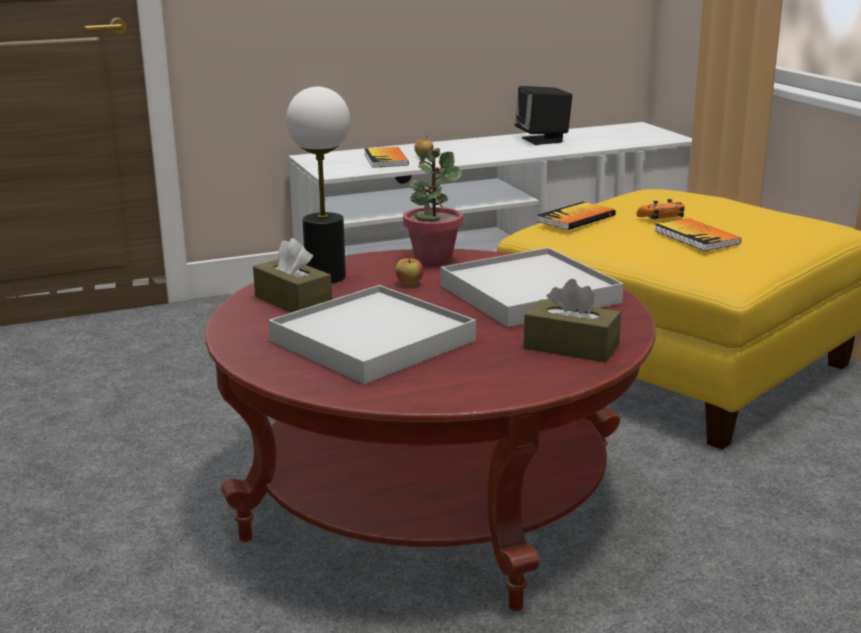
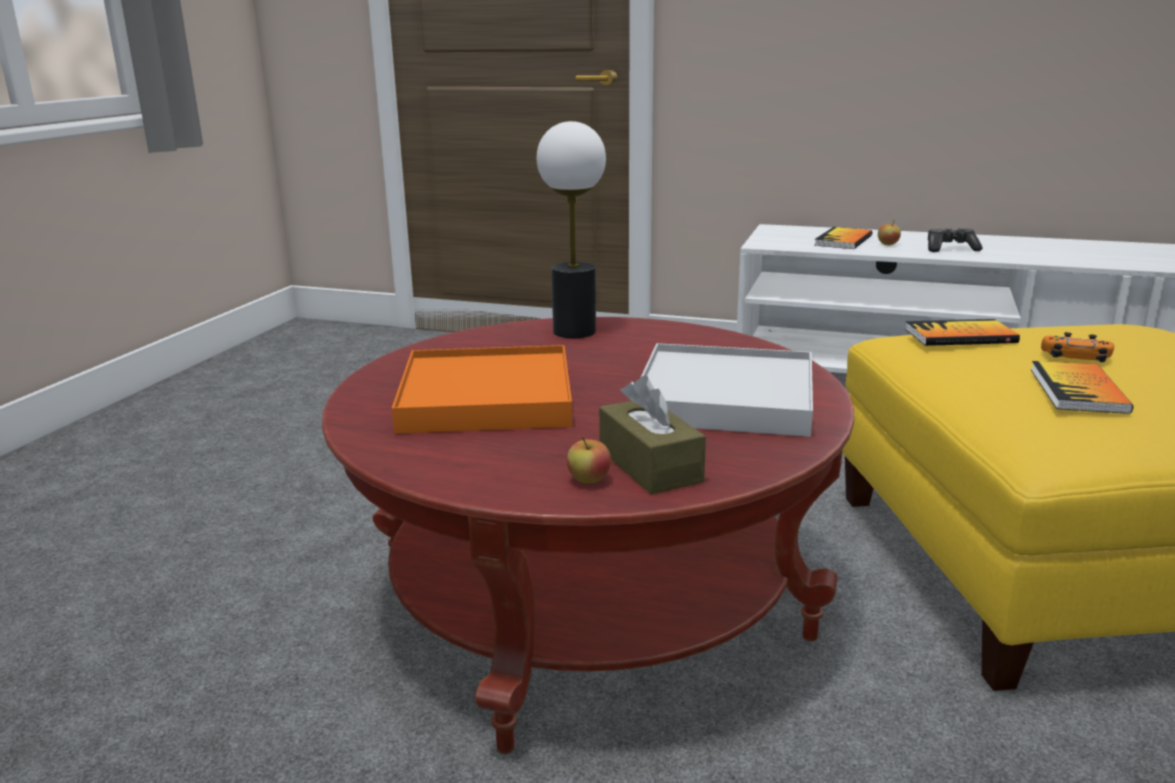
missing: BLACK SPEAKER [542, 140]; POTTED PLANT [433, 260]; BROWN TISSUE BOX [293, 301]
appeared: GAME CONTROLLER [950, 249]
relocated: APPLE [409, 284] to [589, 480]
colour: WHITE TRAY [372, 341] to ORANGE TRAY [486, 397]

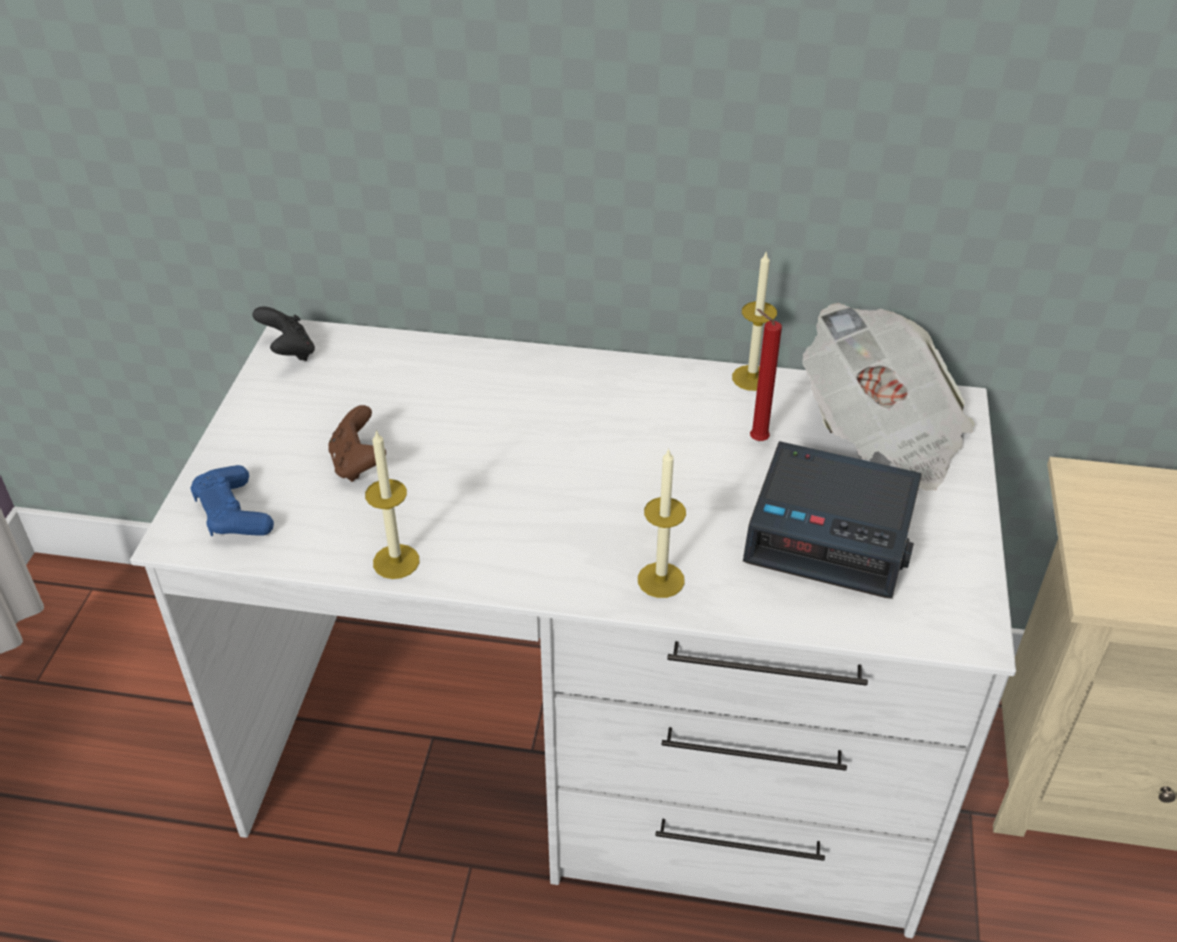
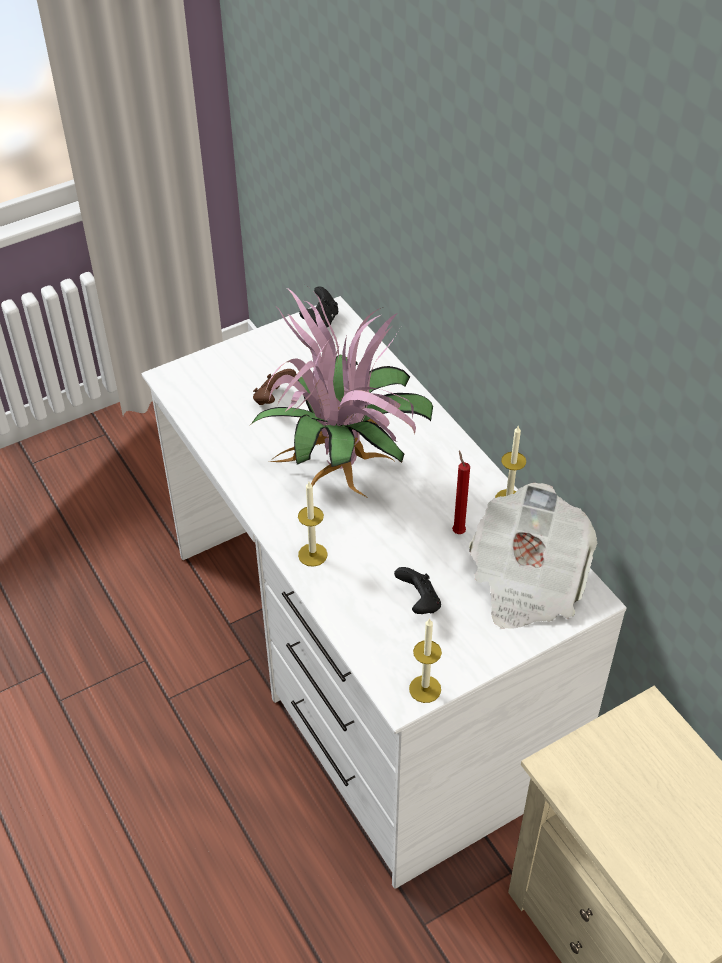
missing: BLUE GAME CONTROLLER [233, 514]
appeared: POTTED PLANT [343, 469]
relocated: CANDLE [396, 561] to [425, 689]
exchanged: ALARM CLOCK [832, 532] to BLACK GAME CONTROLLER [419, 602]

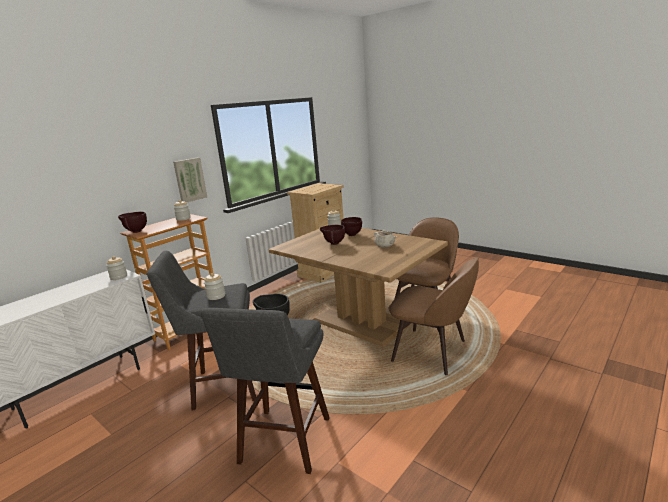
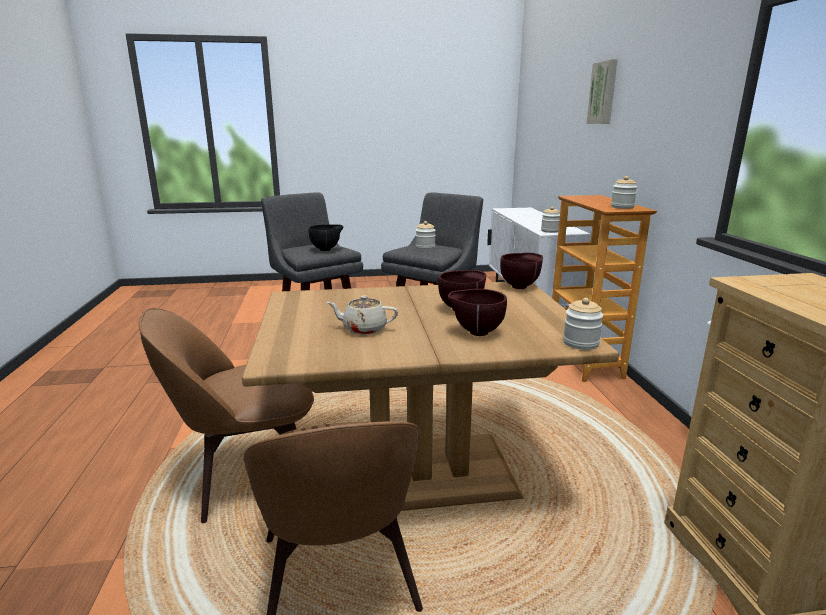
relocated: PICTURE [189, 180] to [603, 93]; BROWN BOWL [135, 231] to [520, 286]

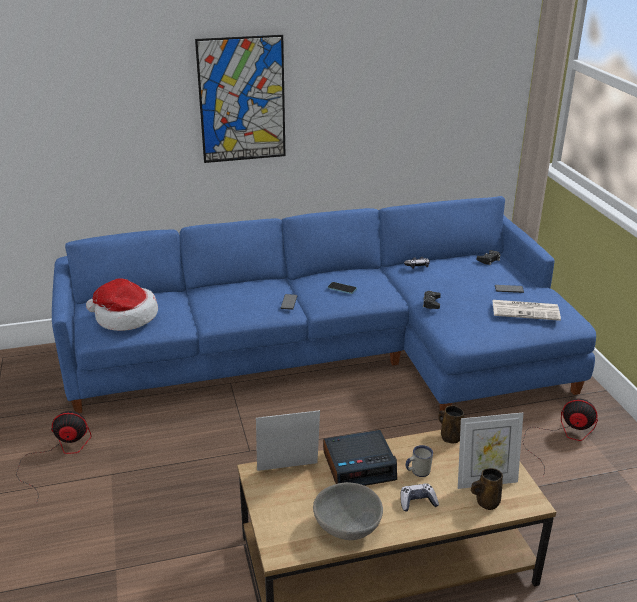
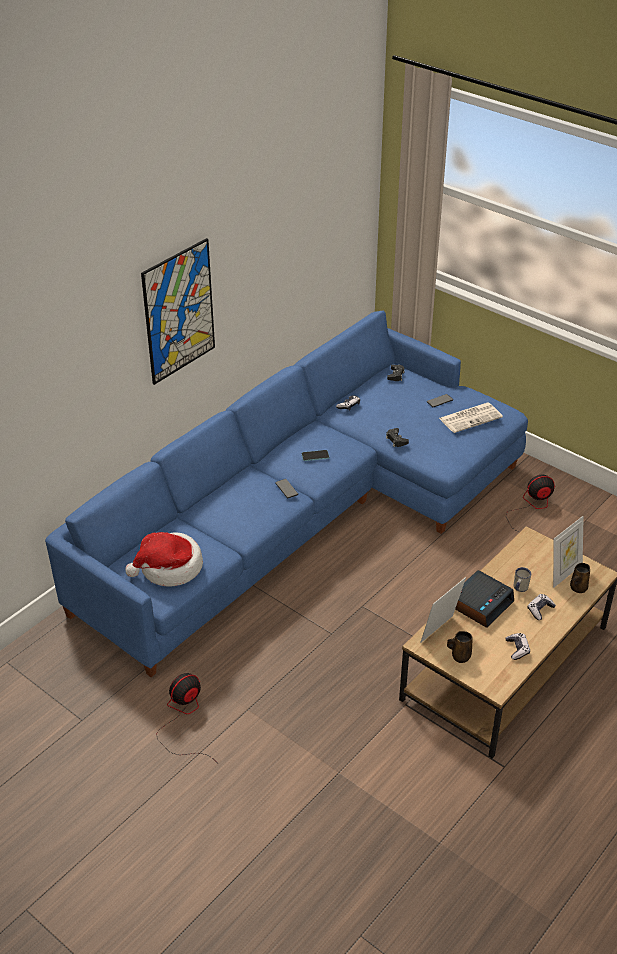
relocated: BROWN MUG [450, 436] to [459, 656]
exchanged: GREY BOWL [348, 526] to GAME CONTROLLER [517, 649]

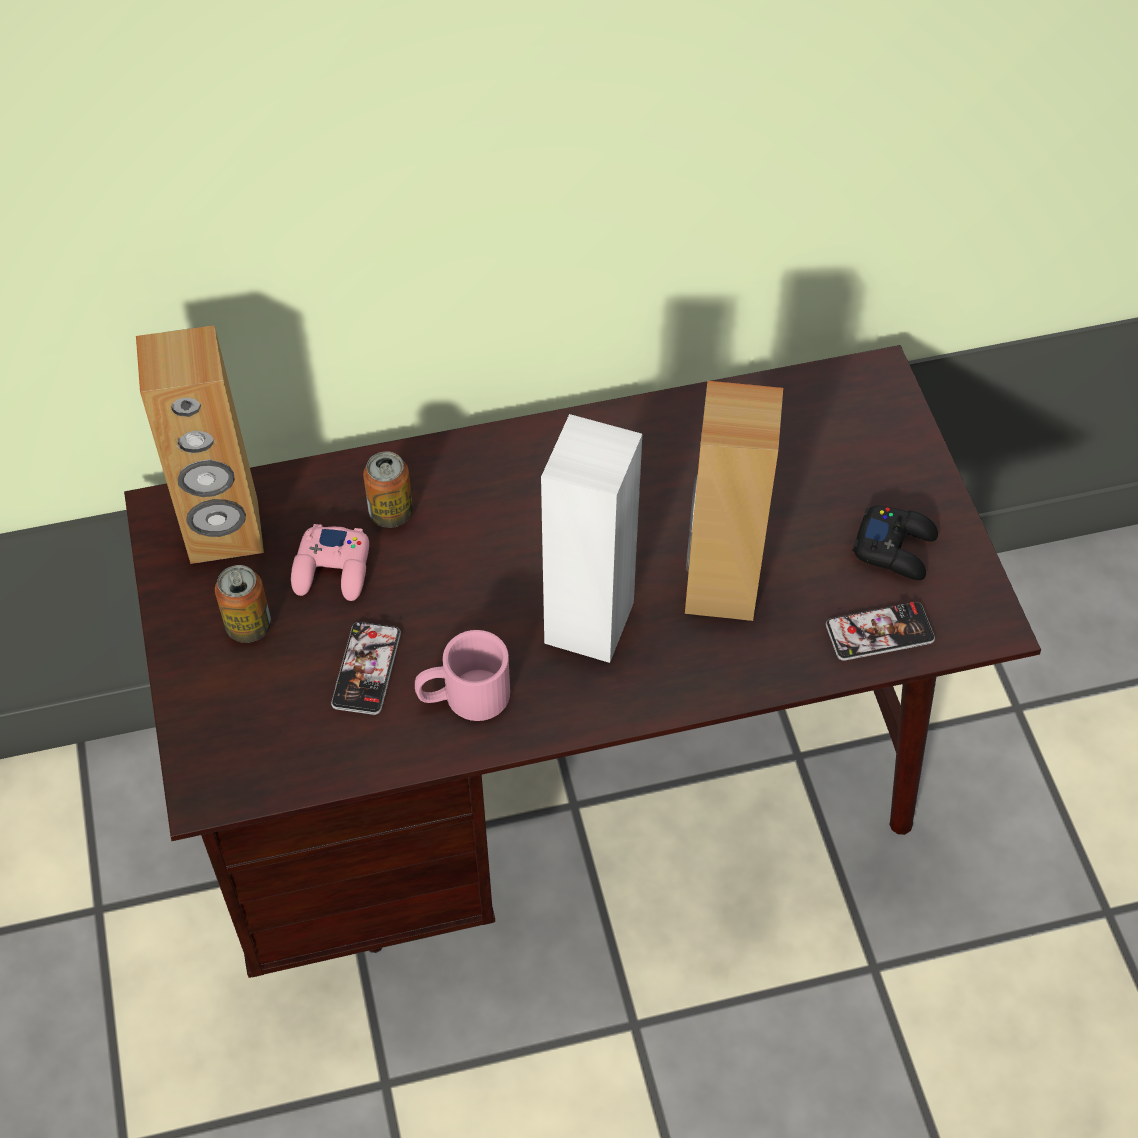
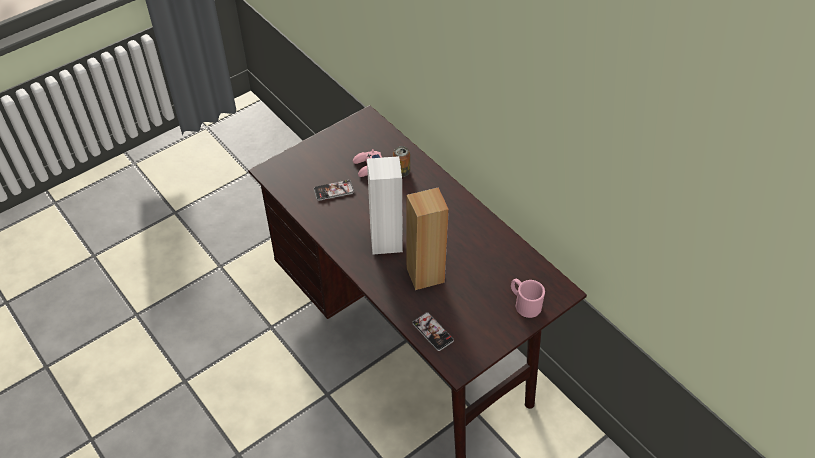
missing: BROWN SPEAKER [224, 532]; BLACK GAME CONTROLLER [895, 548]; CAN [248, 626]
relocated: PINK MUG [463, 697] to [524, 303]

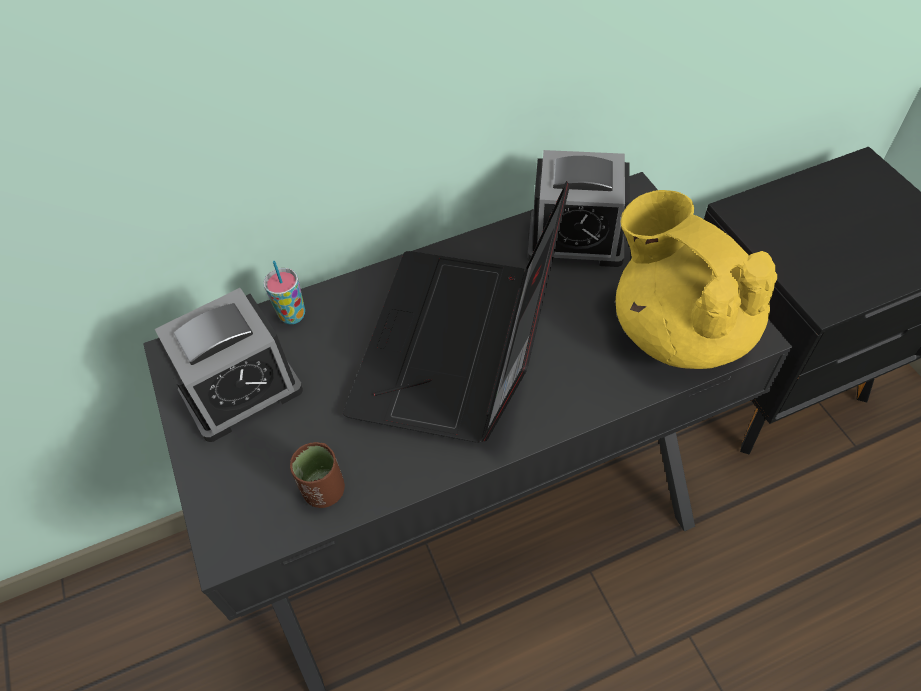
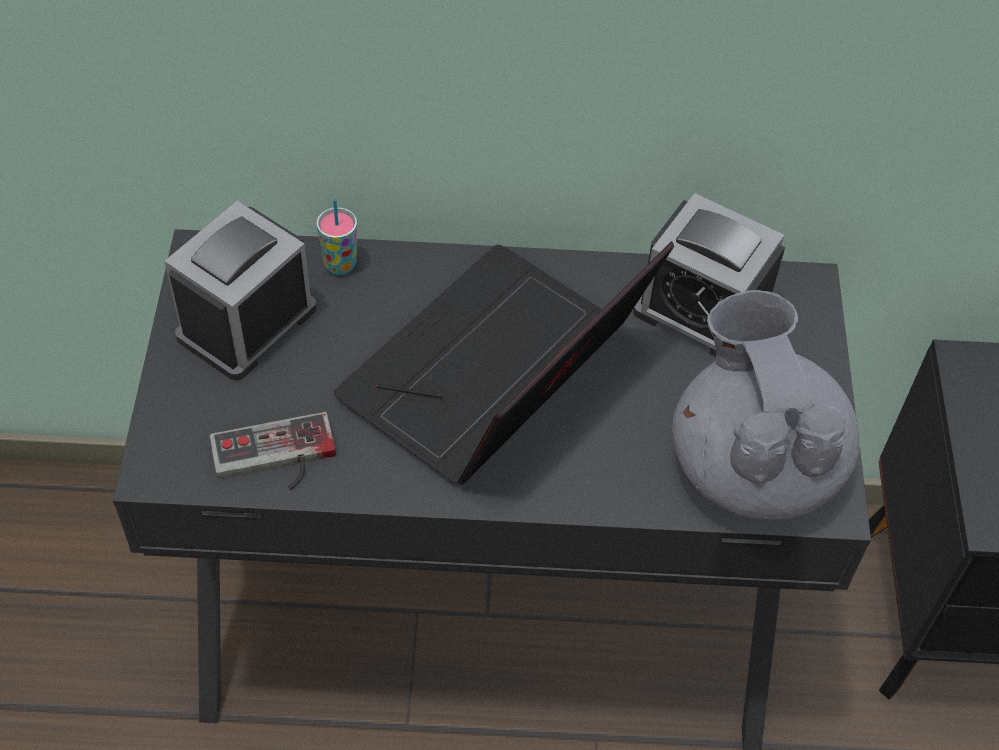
exchanged: BROWN CUP [324, 490] to GAME CONTROLLER [275, 460]
colour: YELLOW TEAPOT [679, 328] to GREY TEAPOT [753, 463]
spun: ALARM CLOCK [241, 390] = [247, 323] 135 degrees clockwise

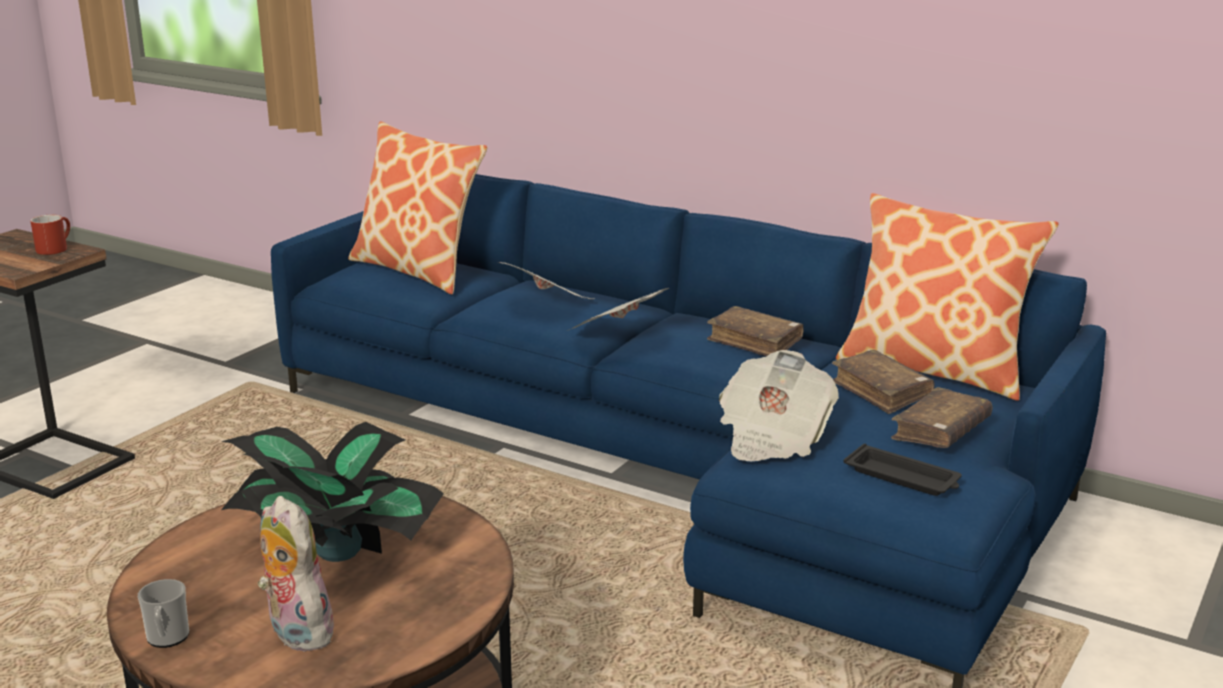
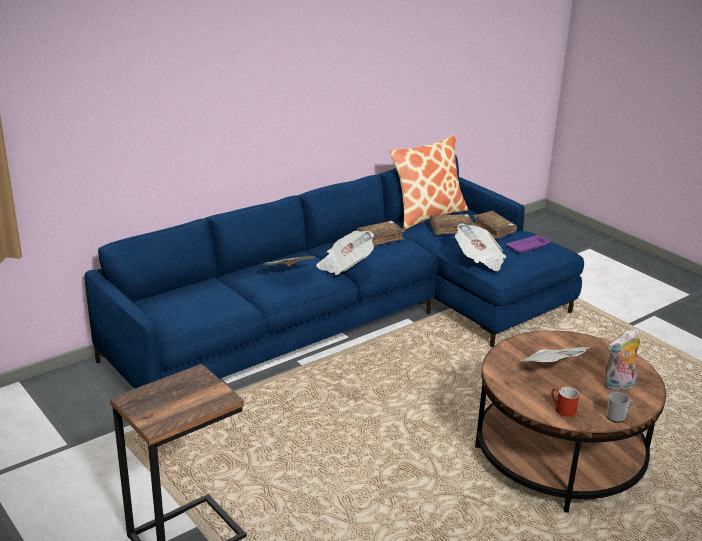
missing: PILLOW [418, 270]
relocated: RED MUG [55, 248] to [561, 409]
exchanged: POTTED PLANT [336, 550] to NEWSPAPER [552, 369]
colour: BLACK TRAY [903, 478] to PURPLE TRAY [528, 246]

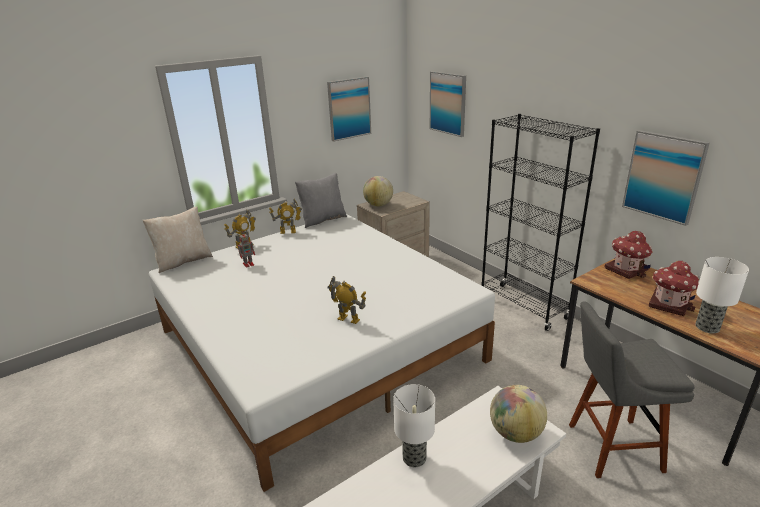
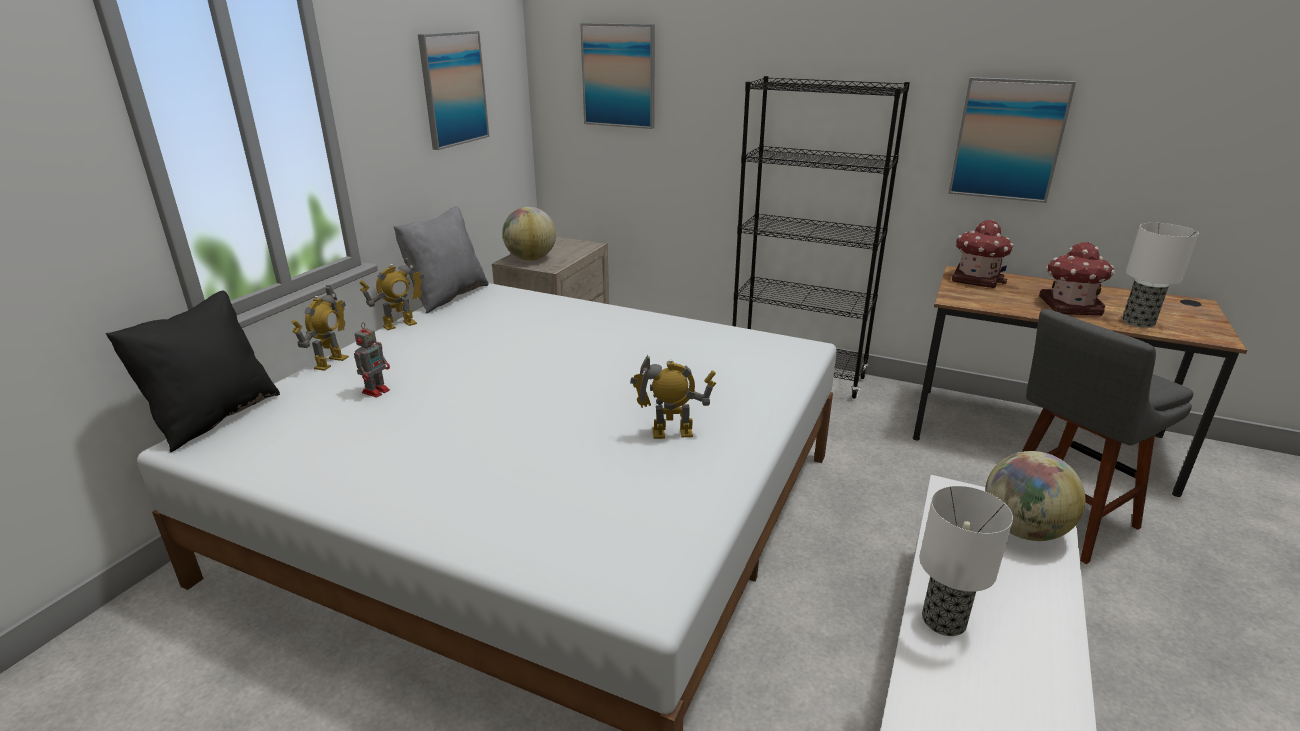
colour: BEIGE PILLOW [183, 261] to BLACK PILLOW [214, 417]

